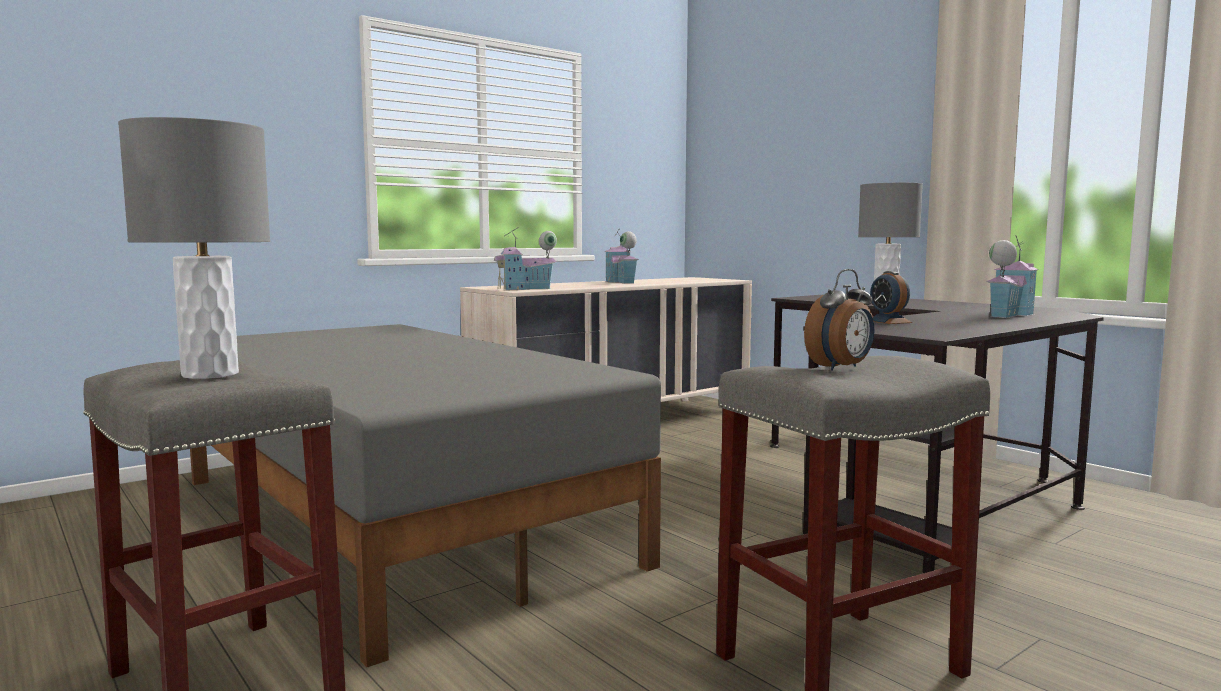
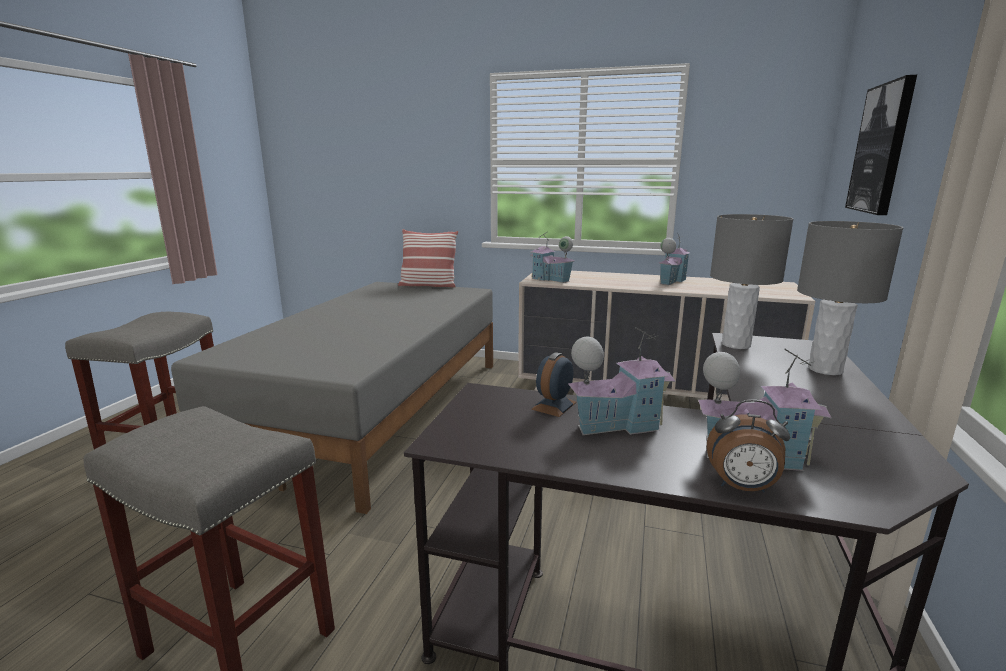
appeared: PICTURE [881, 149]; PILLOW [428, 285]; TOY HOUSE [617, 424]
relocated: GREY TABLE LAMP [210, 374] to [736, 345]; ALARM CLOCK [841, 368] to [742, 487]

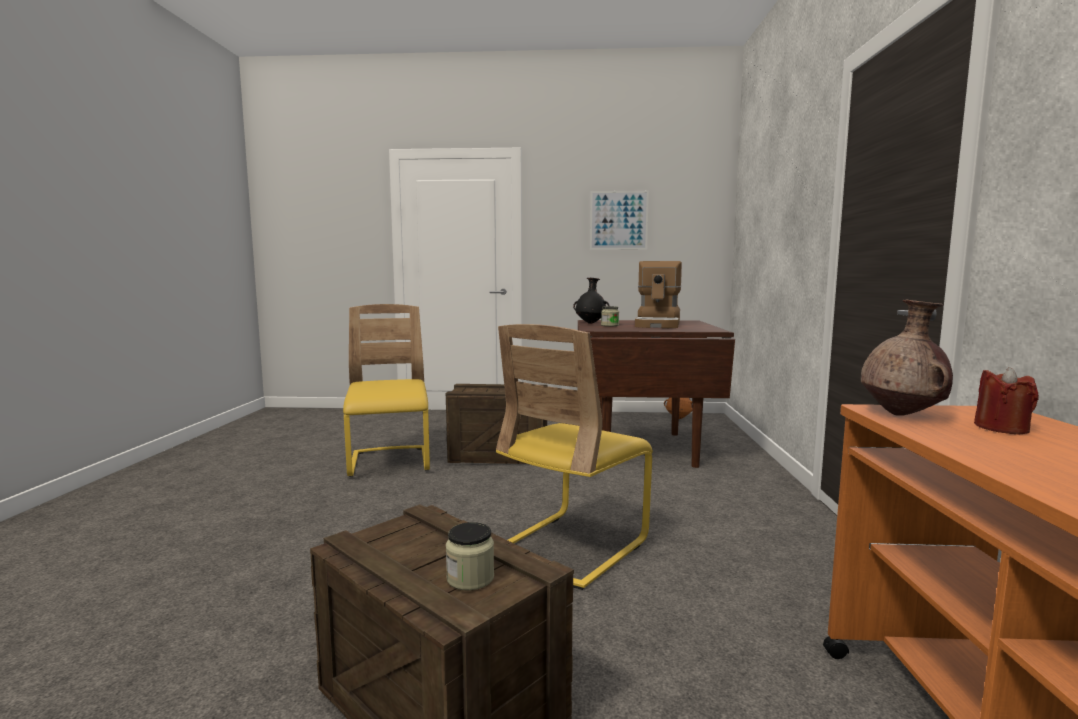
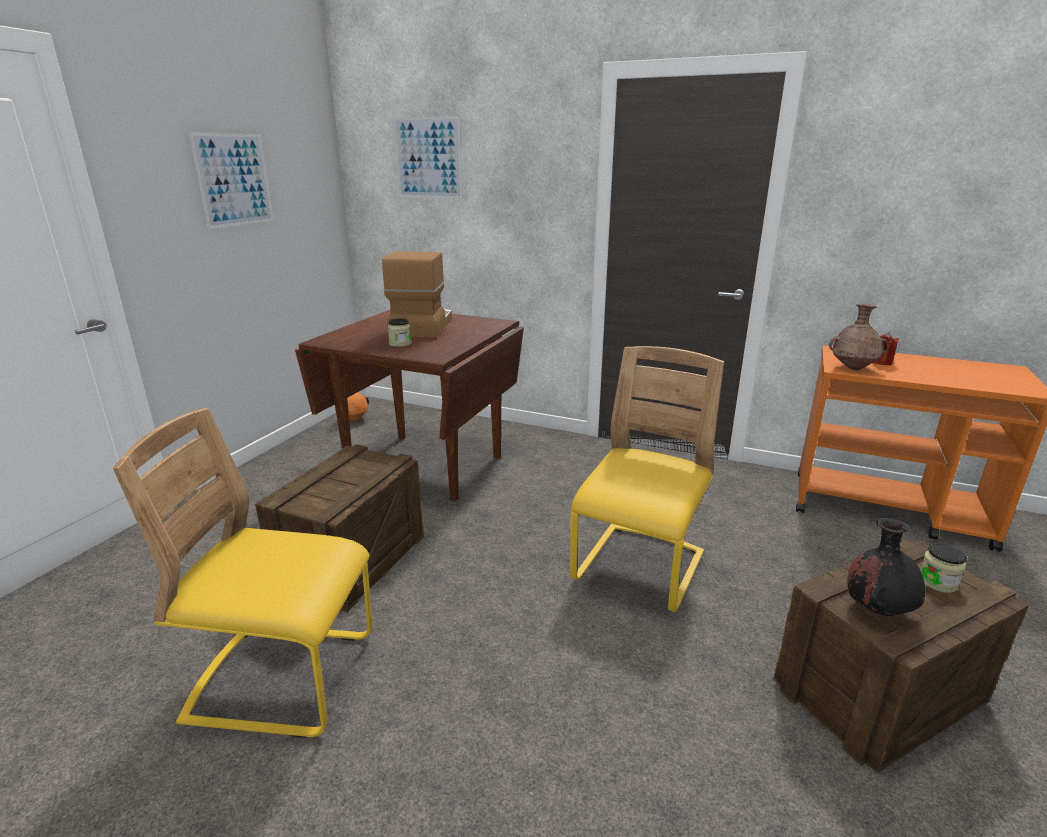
appeared: PICTURE [428, 158]
relocated: BLACK VASE [591, 323] to [878, 609]
spun: COFFEE MACHINE [659, 324] = [421, 327] 120 degrees counterclockwise; YELLOW CHAIR [572, 546] = [639, 568] 120 degrees counterclockwise

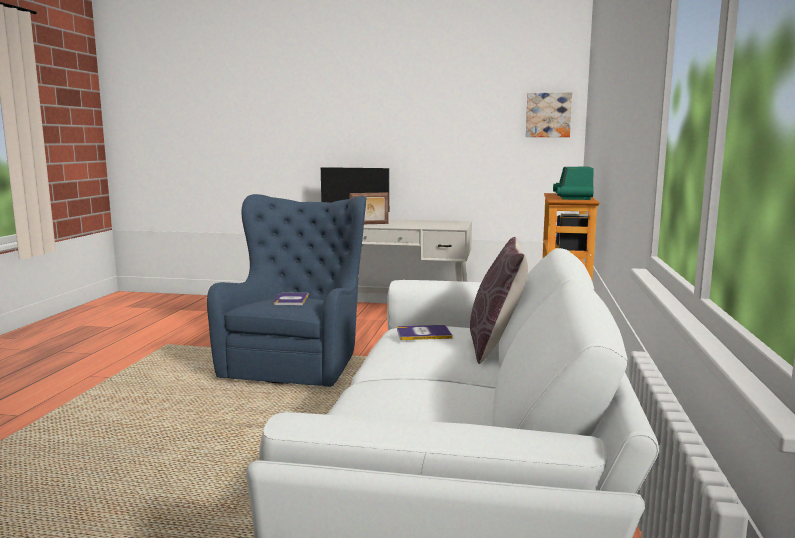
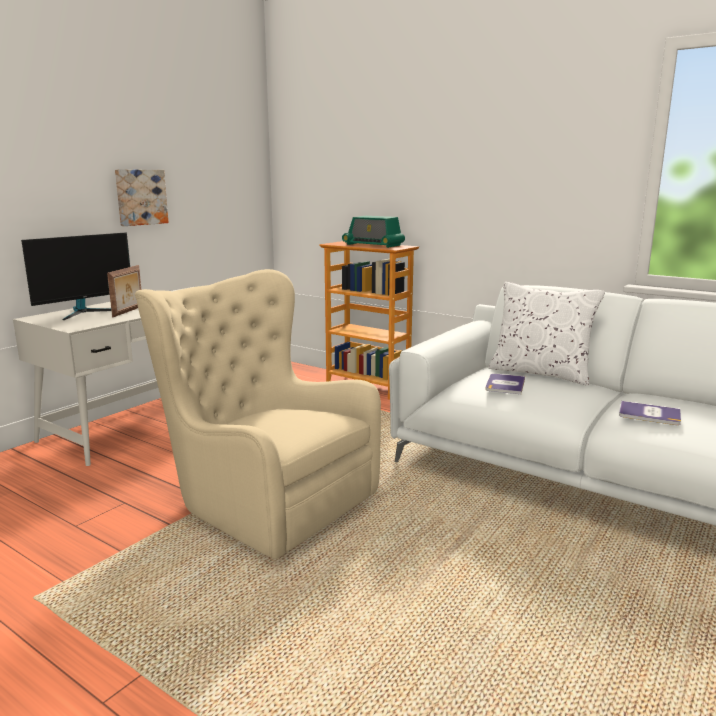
relocated: PICTURE [548, 115] to [140, 197]; BOOK [291, 300] to [649, 414]
colour: BLUE ARMCHAIR [298, 362] to BEIGE ARMCHAIR [263, 499]; BROWN PILLOW [496, 345] to WHITE PILLOW [540, 373]

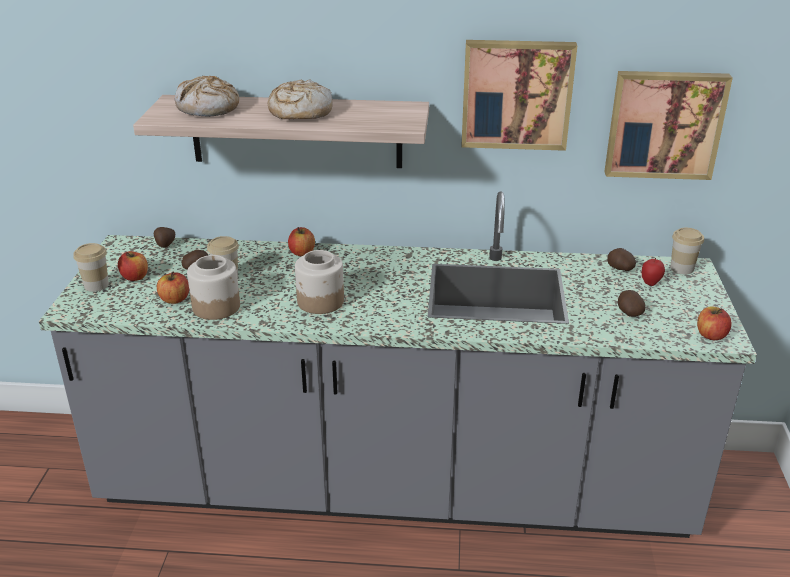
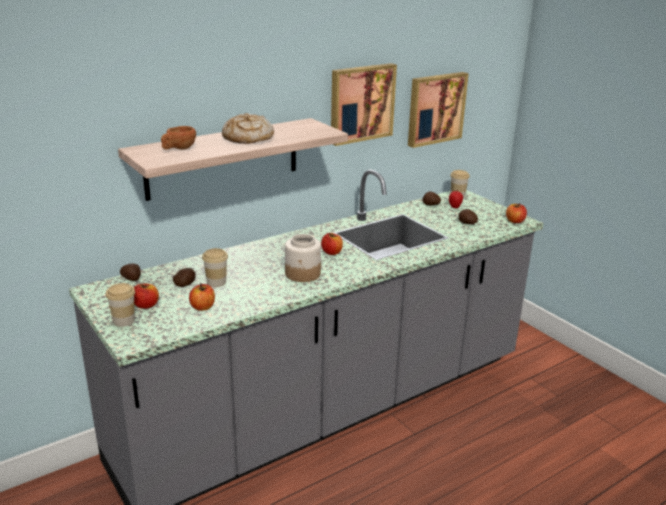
missing: JAR [216, 307]
relocated: APPLE [302, 252] to [331, 252]
exchanged: BREAD [208, 108] to BROWN CUP [178, 149]

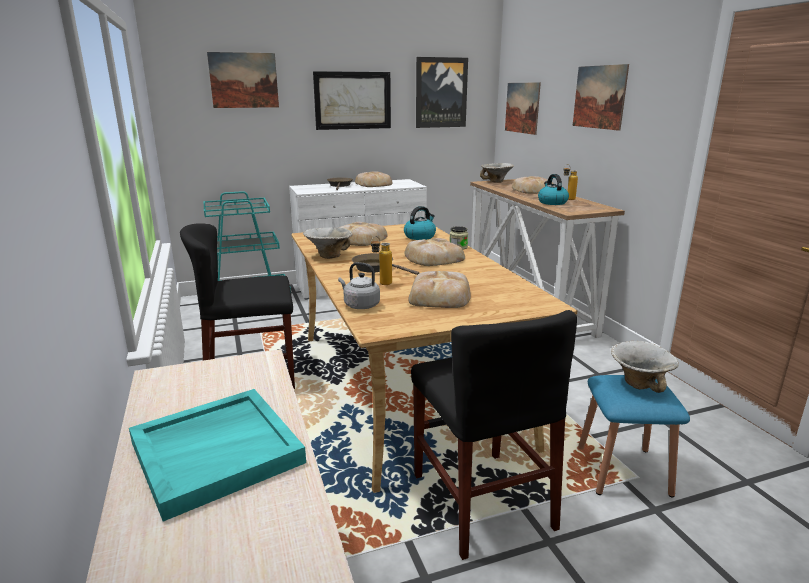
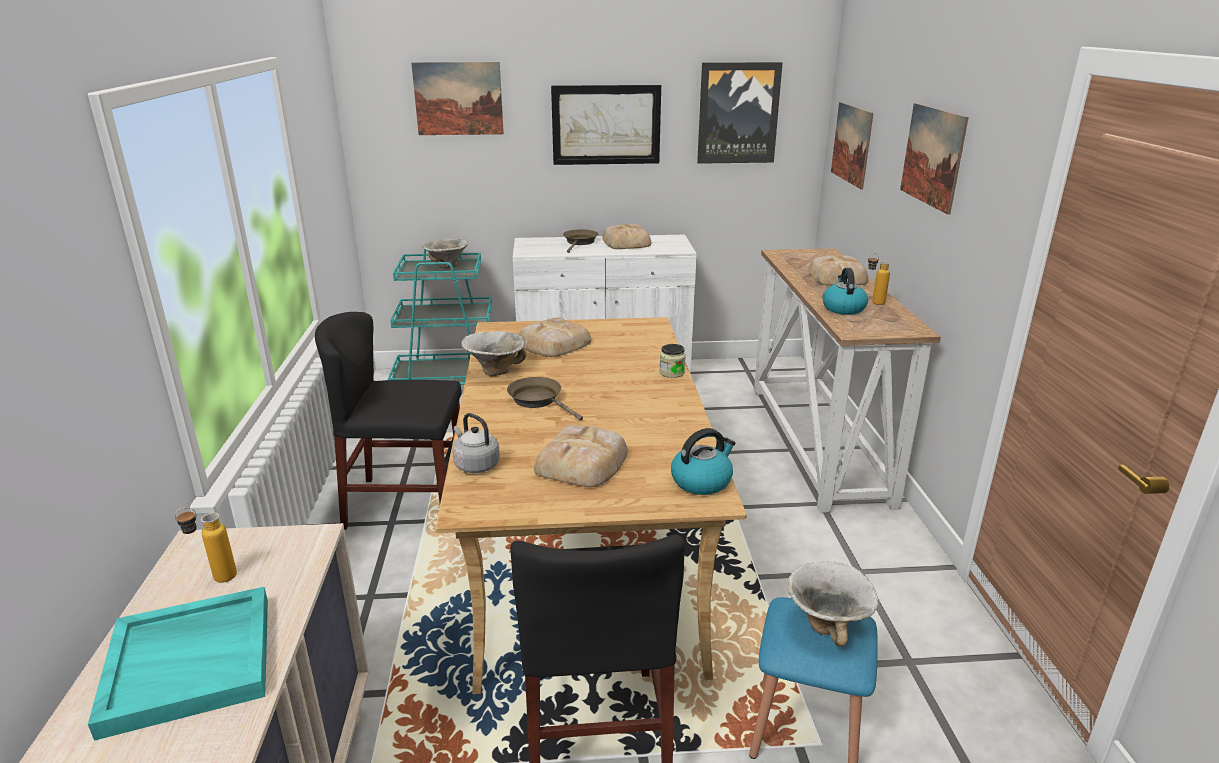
missing: BREAD [432, 258]
relocated: BOWL [496, 182] to [447, 266]; KETTLE [420, 236] to [702, 481]; BOTTLE [381, 284] to [215, 578]

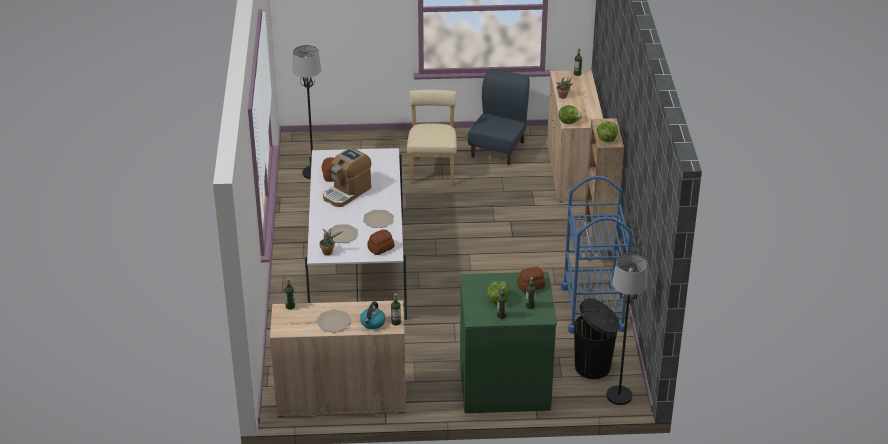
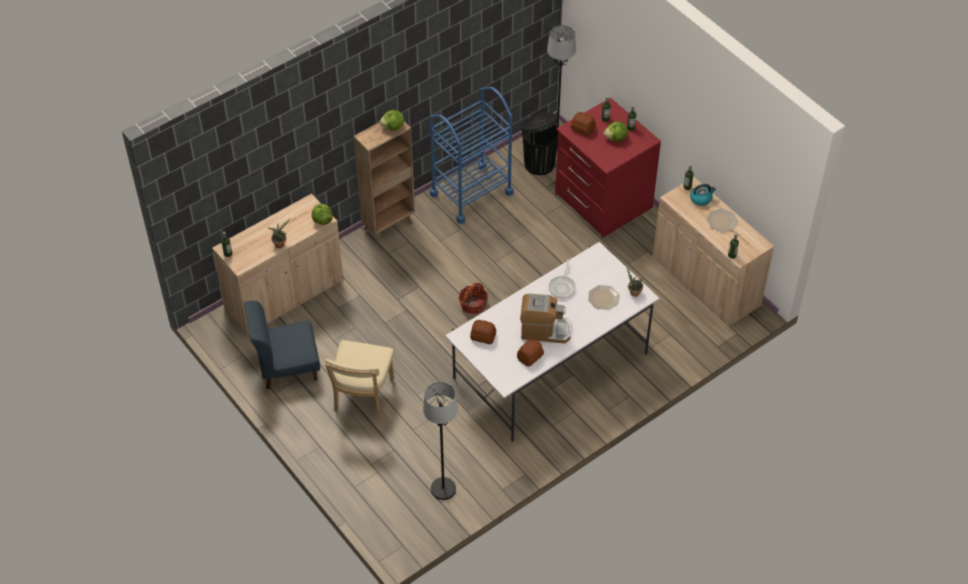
appeared: BASKET [473, 304]
relocated: BREAD [380, 248] to [483, 336]
exchanged: PLATE [378, 220] to FRYING PAN [562, 286]
colour: GREEN DRESSER [504, 383] to RED DRESSER [602, 201]
spun: BEIGE CHAIR [432, 170] = [362, 397] 45 degrees counterclockwise

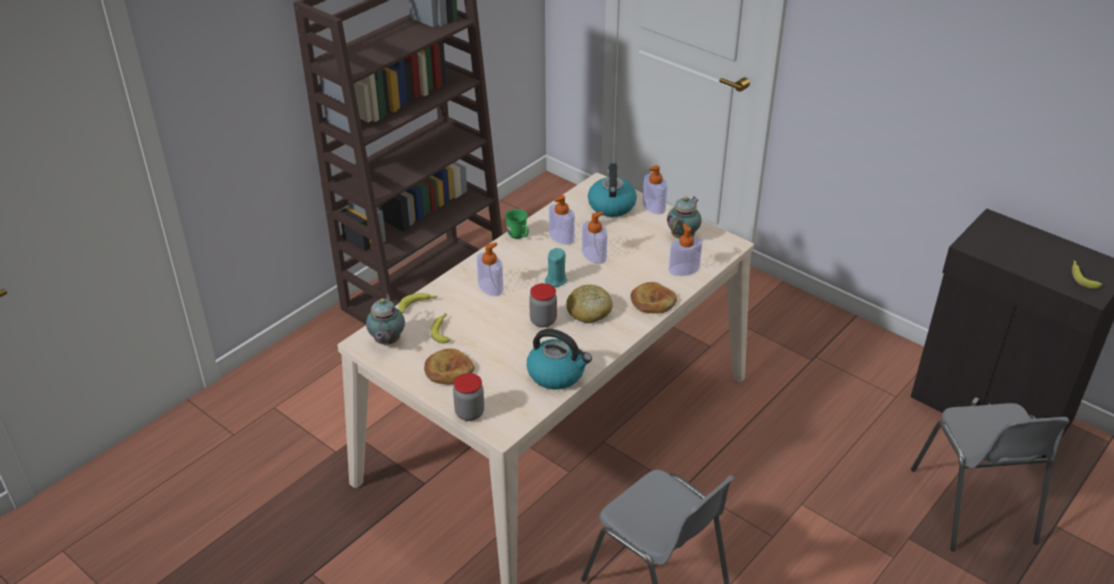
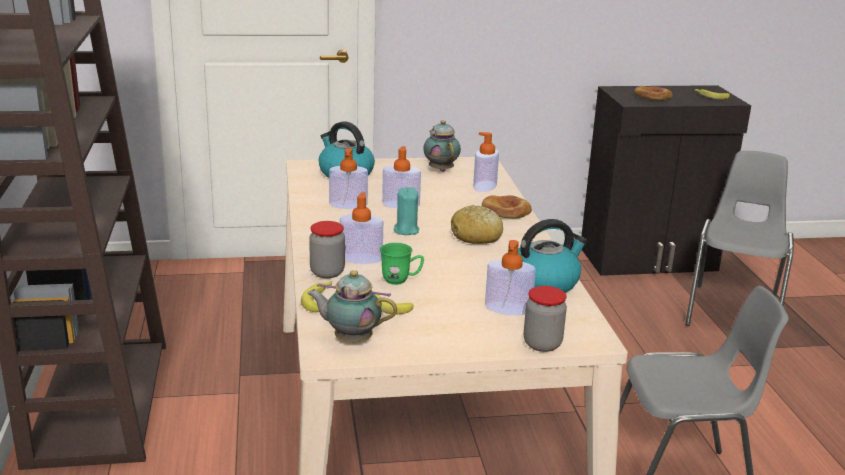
relocated: SOAP DISPENSER [654, 206] to [508, 308]; GREEN MUG [519, 236] to [401, 280]; JAR [543, 321] to [327, 272]; BREAD [448, 370] to [653, 96]
spun: TEAPOT [386, 342] = [350, 339] 150 degrees clockwise; GREY CHAIR [973, 507] = [733, 312] 105 degrees counterclockwise

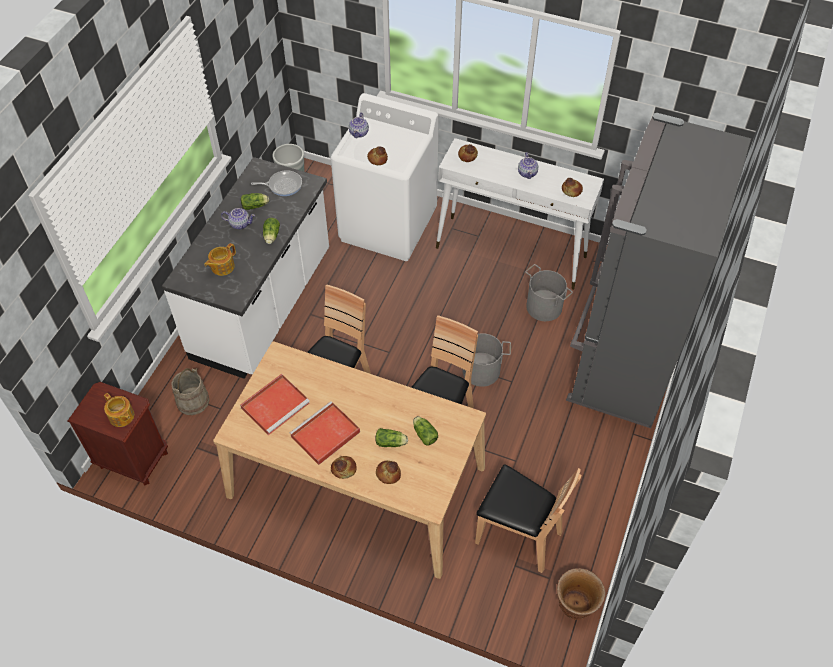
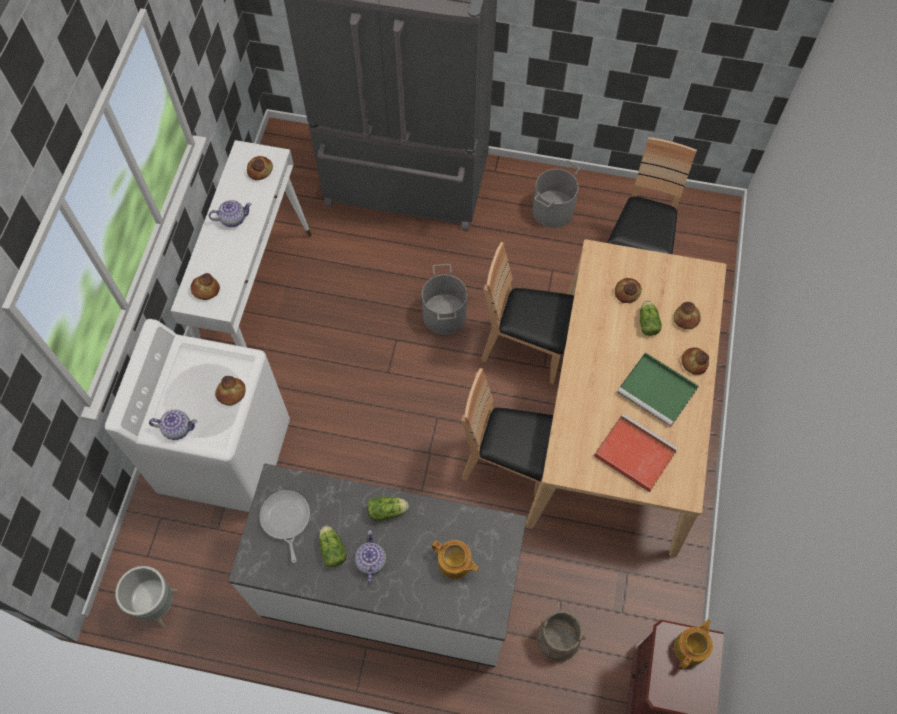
missing: BROWN PLANTER [575, 605]
relocated: GREY BUCKET [543, 307] to [553, 211]
exchanged: LETTUCE [424, 434] to BREAD [627, 293]
colour: RED TRAY [324, 435] to GREEN TRAY [658, 391]

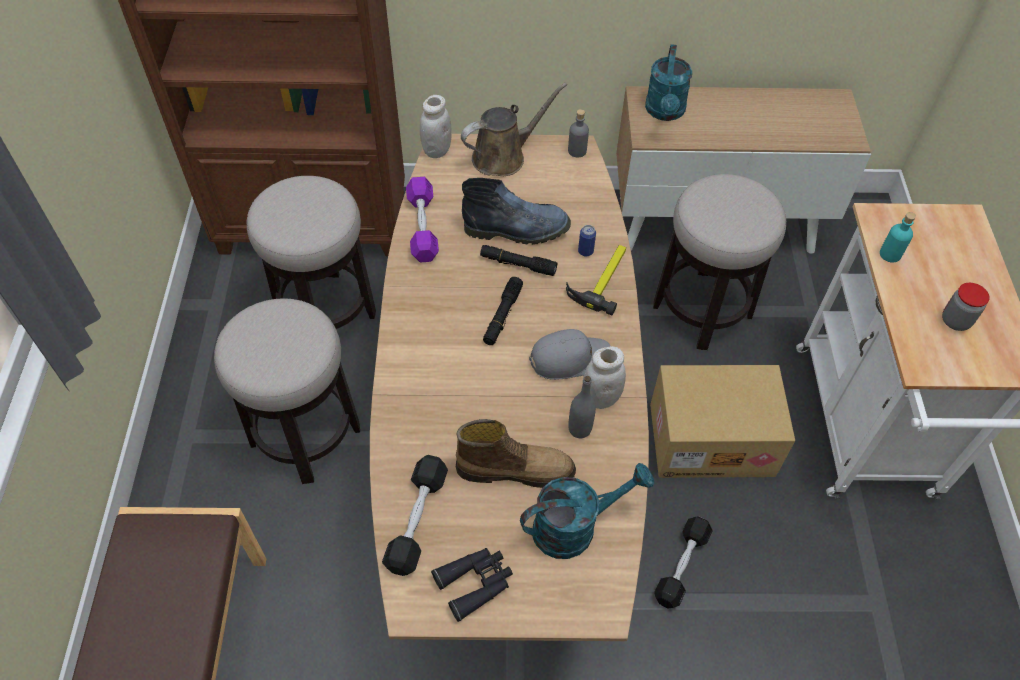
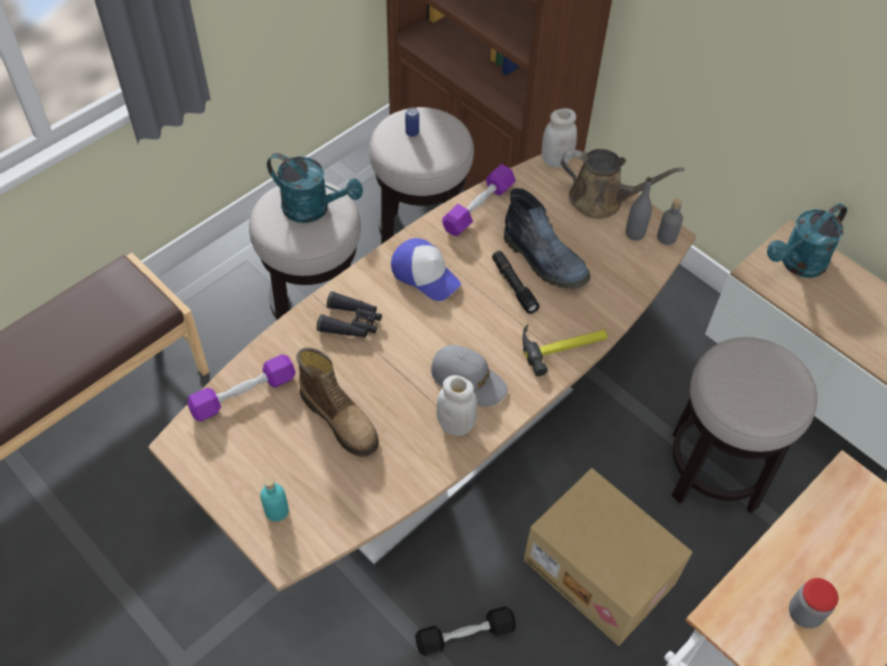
missing: BLACK FLASHLIGHT [502, 315]
appeared: CAP [425, 274]
relocated: TURQUOISE BOTTLE [890, 254] to [276, 510]; CAN [585, 251] to [412, 132]; GREY BOTTLE [579, 429] to [634, 234]; TURQUOISE WATERING CAN [575, 526] to [313, 209]; BLACK BINOCULARS [475, 583] to [351, 322]
colour: BLACK DUMBBELL [417, 520] to PURPLE DUMBBELL [243, 395]

